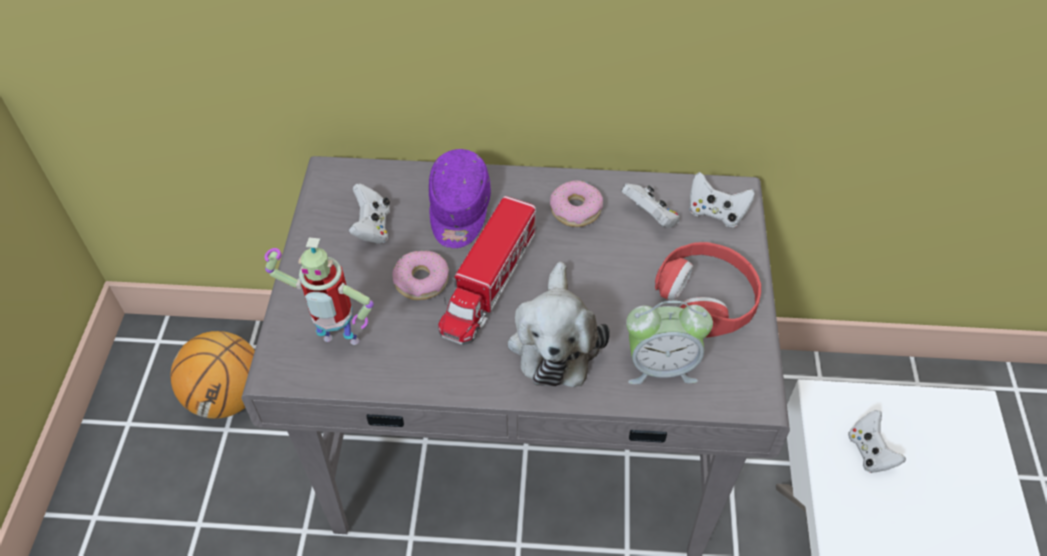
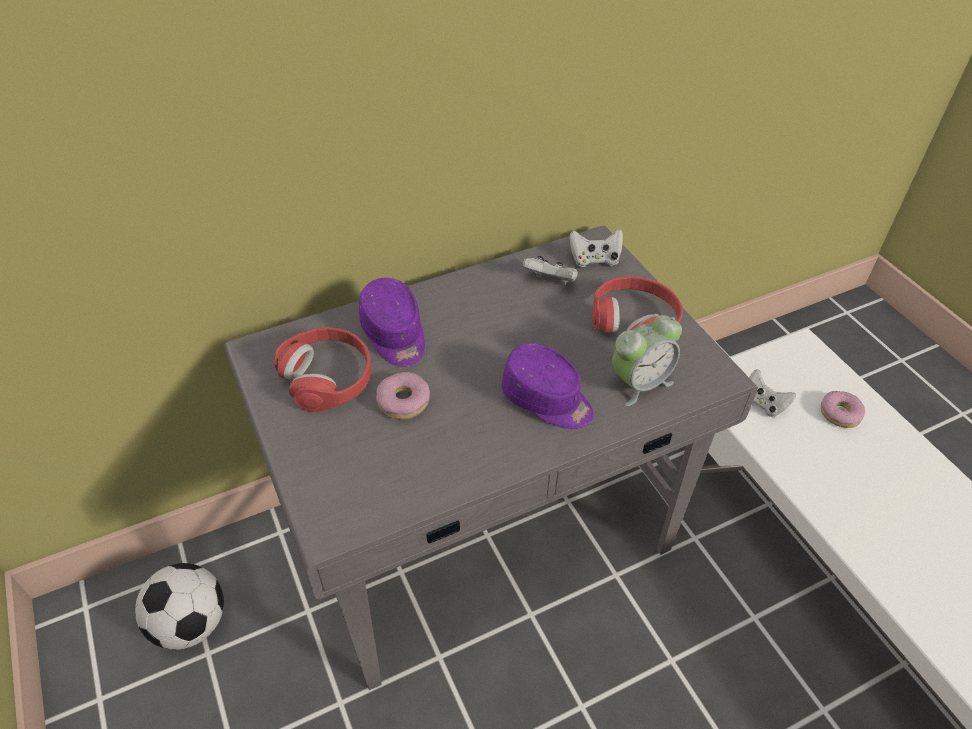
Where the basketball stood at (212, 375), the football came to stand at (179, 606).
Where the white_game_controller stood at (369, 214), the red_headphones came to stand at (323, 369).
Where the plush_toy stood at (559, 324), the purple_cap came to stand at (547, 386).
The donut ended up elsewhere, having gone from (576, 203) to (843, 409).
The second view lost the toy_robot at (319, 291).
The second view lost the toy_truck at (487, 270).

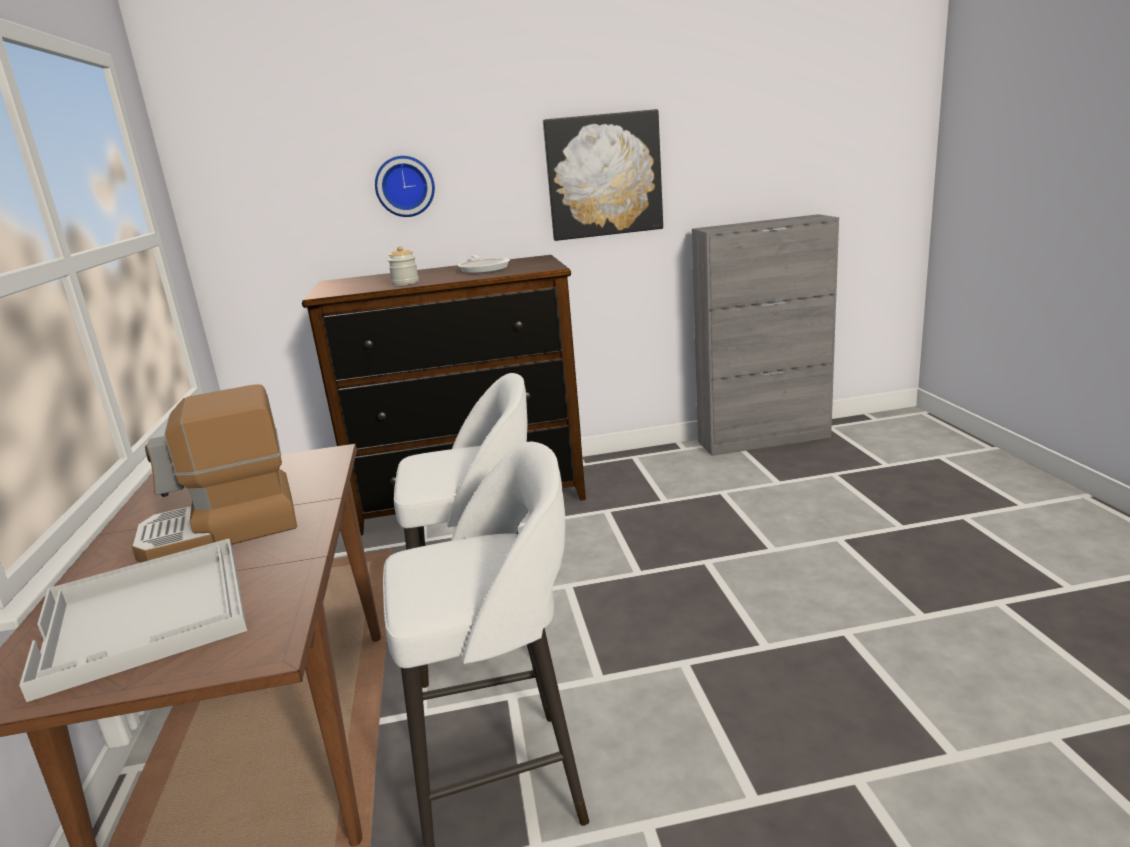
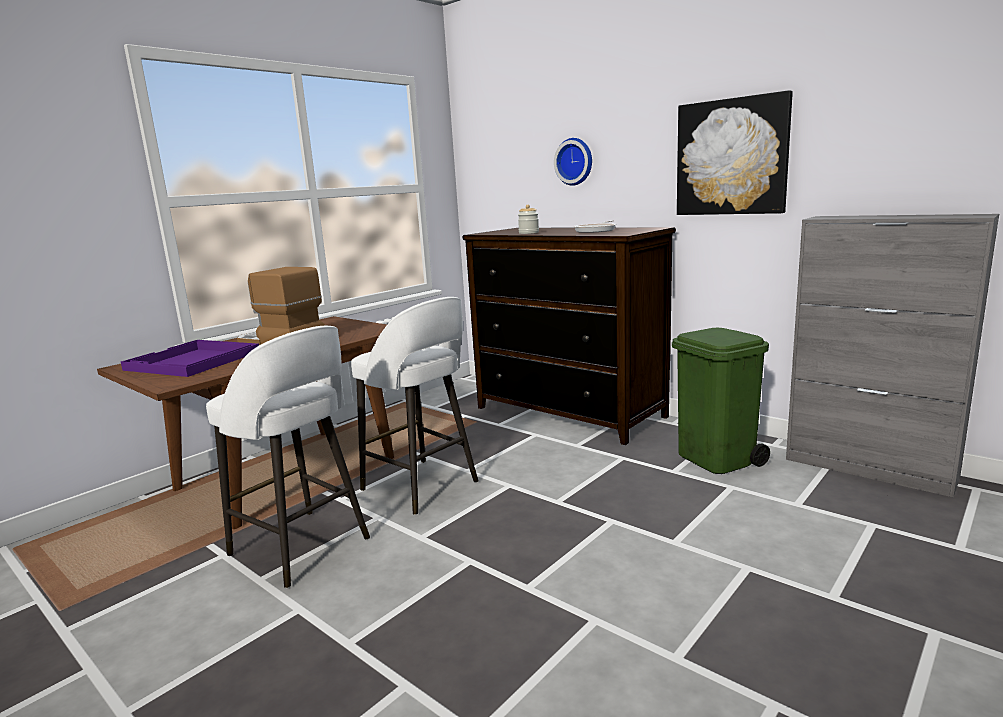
What was the white_tray at (133, 620) turned into the purple_tray at (190, 358).
The second view gained the green_trash_can at (721, 401).

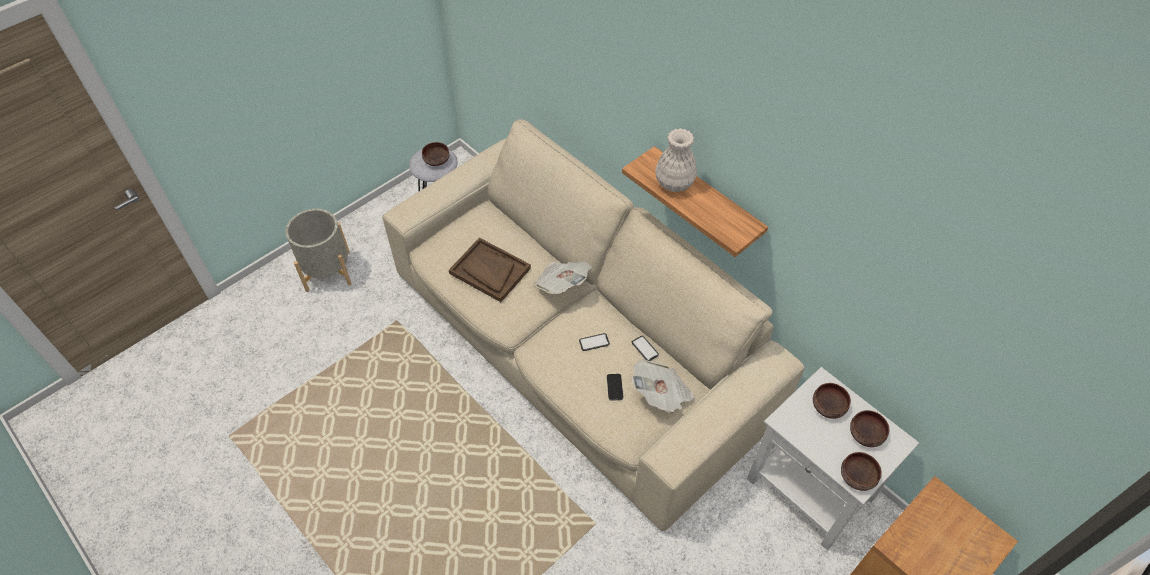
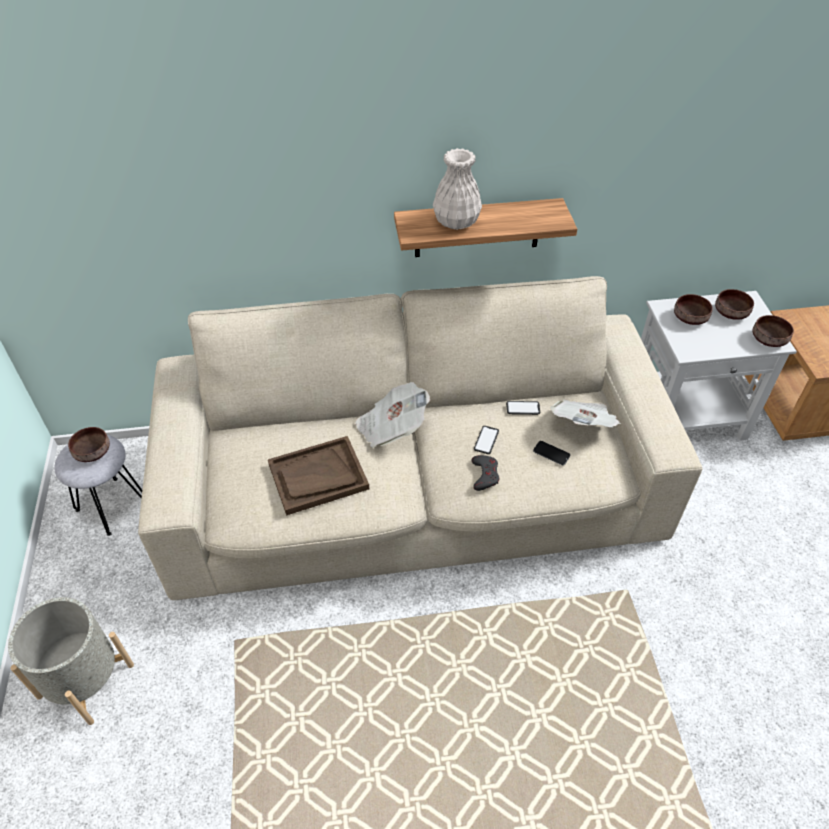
The second view gained the grey_game_controller at (485, 473).

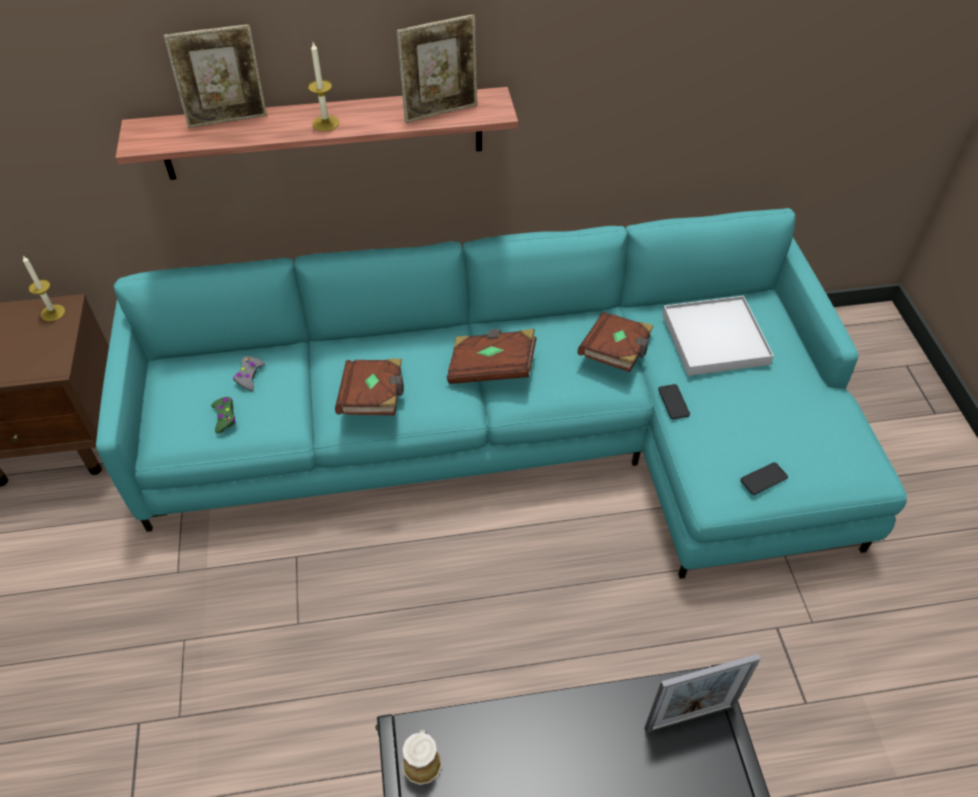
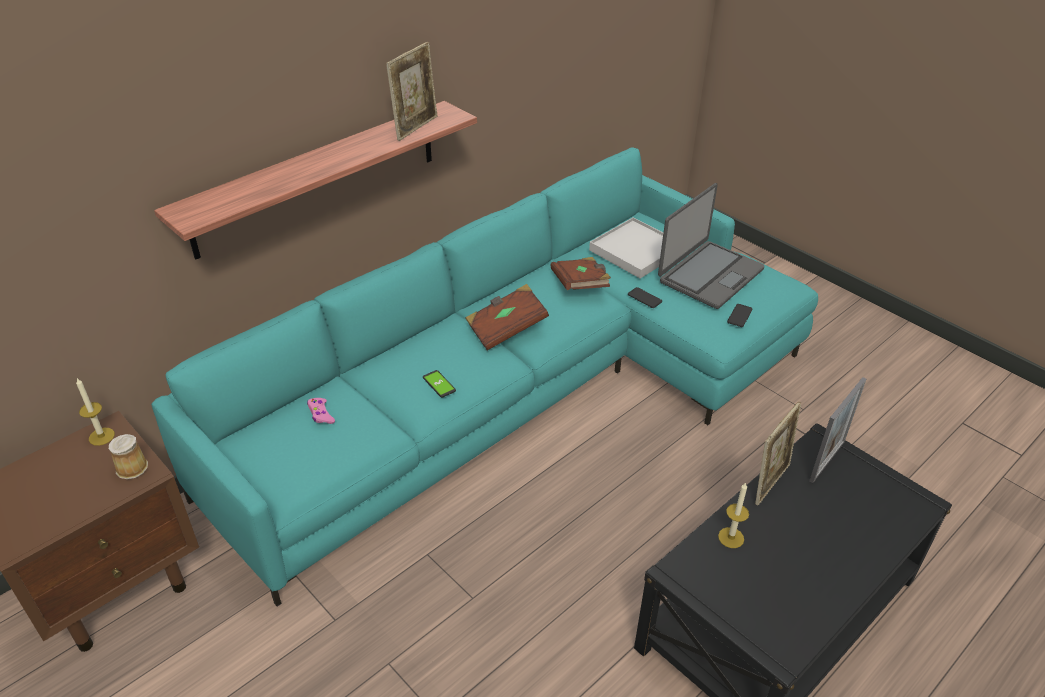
The mug ended up elsewhere, having gone from (422, 757) to (128, 456).
What was the grey_game_controller at (249, 373) turned into the pink_game_controller at (321, 411).
Where the brown_book stood at (369, 387), the phone came to stand at (439, 384).
The second view gained the laptop at (711, 246).
The candle ended up elsewhere, having gone from (323, 86) to (733, 515).
The picture_frame ended up elsewhere, having gone from (215, 76) to (778, 453).
The second view lost the green_game_controller at (223, 415).

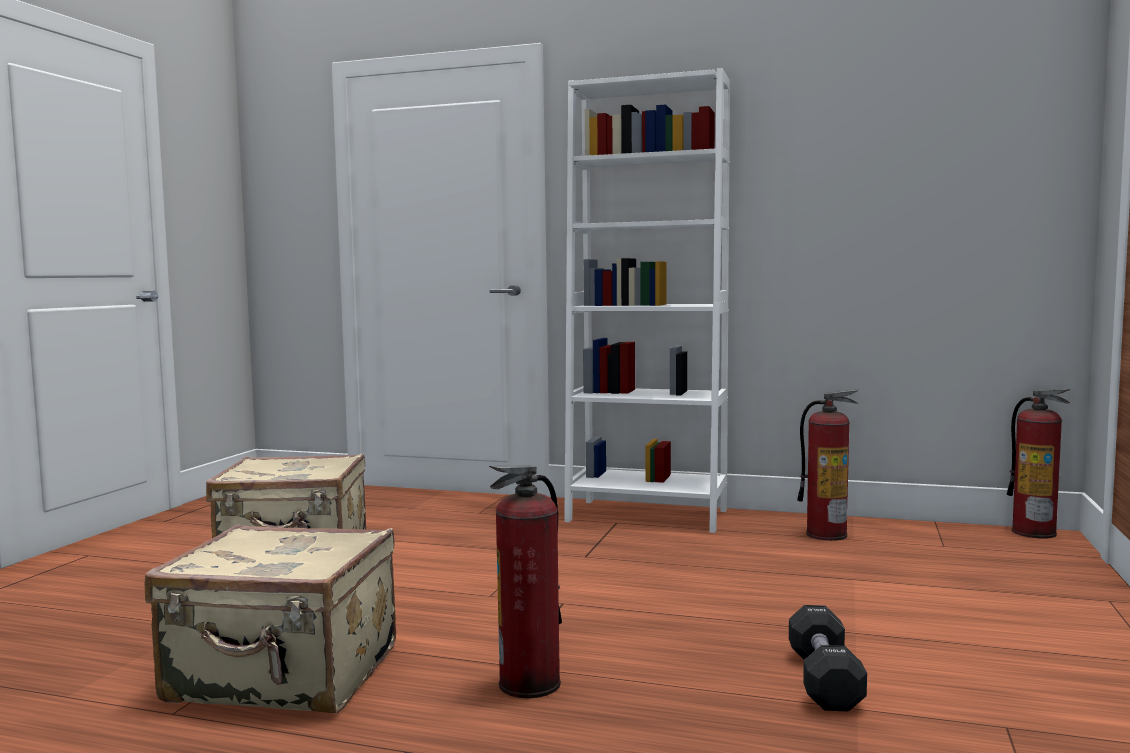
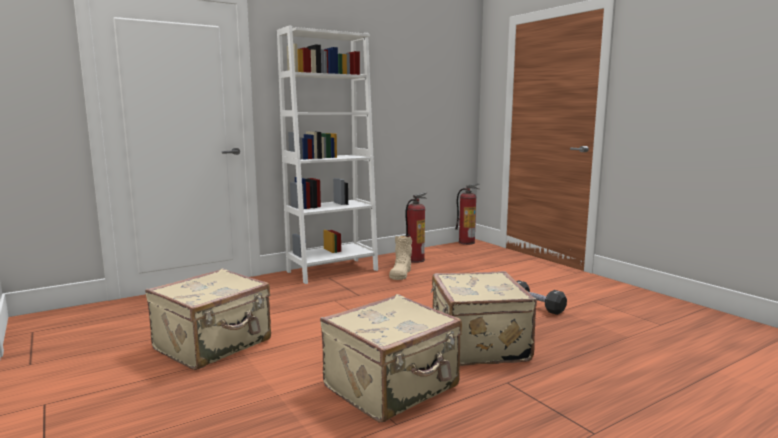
The second view gained the beige_boot at (400, 258).
Where the fire_extinguisher stood at (525, 581), the beige_suitcase came to stand at (484, 318).

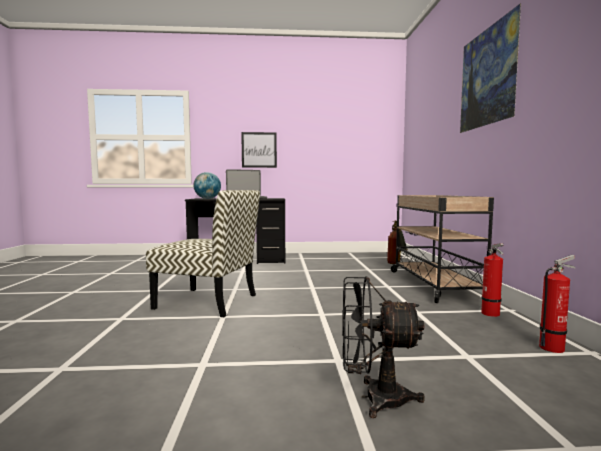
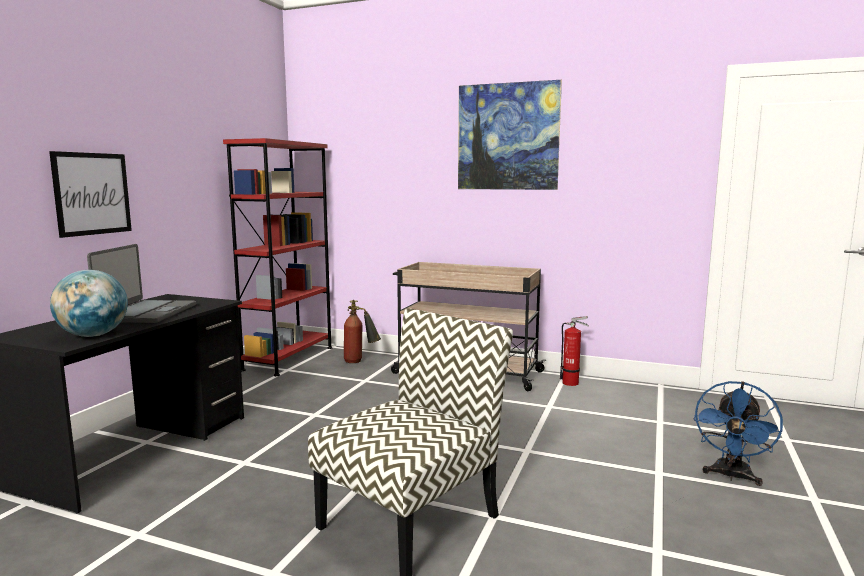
The second view gained the red_bookcase at (277, 257).
What was the black_fan at (383, 347) turned into the blue_fan at (738, 433).
The second view lost the fire_extinguisher at (557, 304).

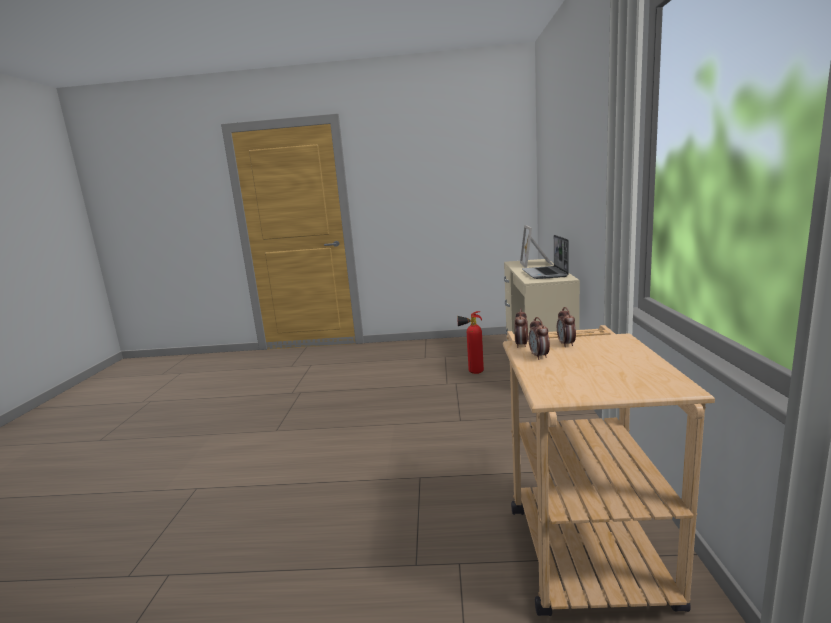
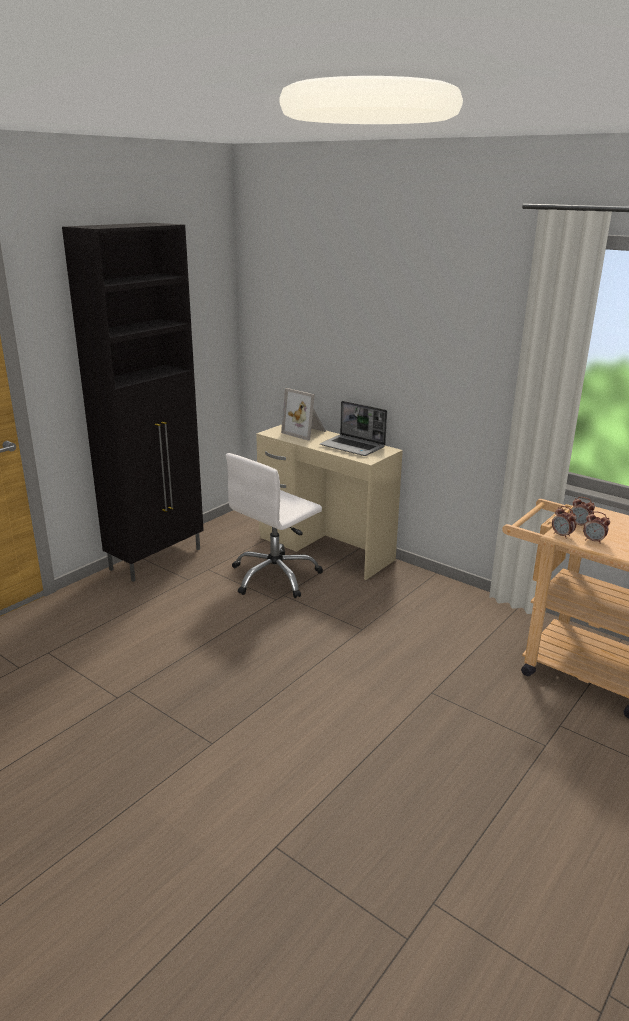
The second view gained the black_cabinet at (133, 402).
Where the fire_extinguisher stood at (470, 342), the white_office_chair came to stand at (274, 525).

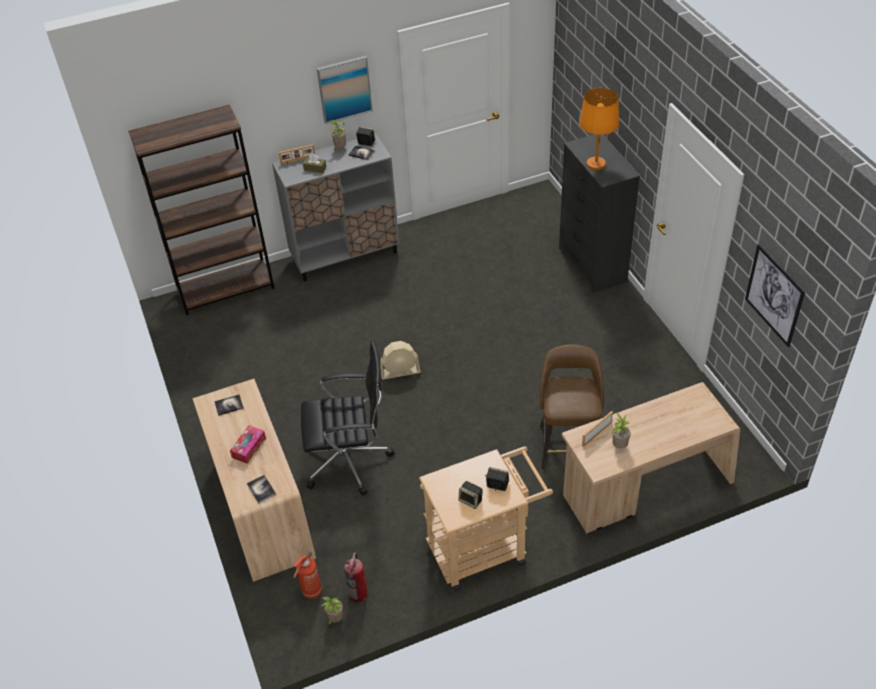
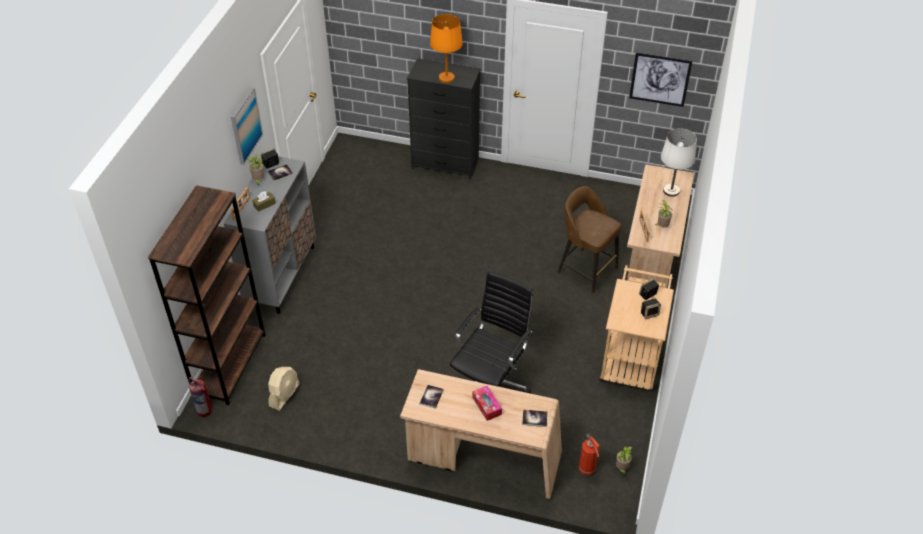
The fire_extinguisher ended up elsewhere, having gone from (355, 577) to (200, 397).
The beige_fan ended up elsewhere, having gone from (400, 360) to (284, 389).
The second view gained the white_table_lamp at (679, 162).

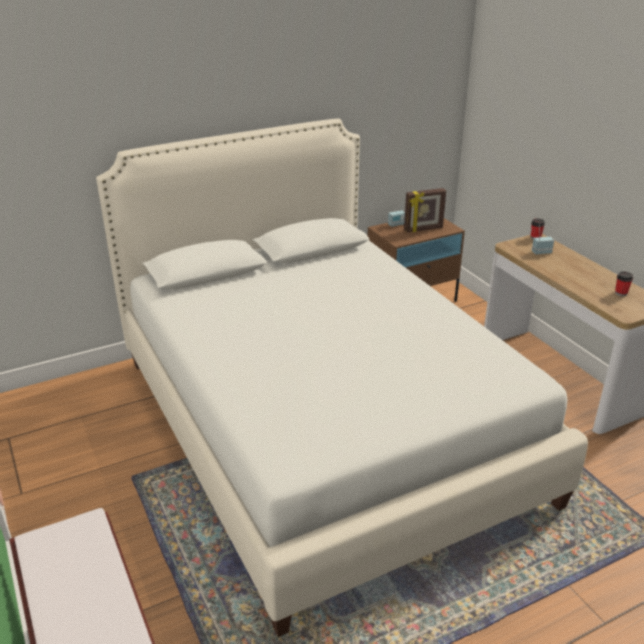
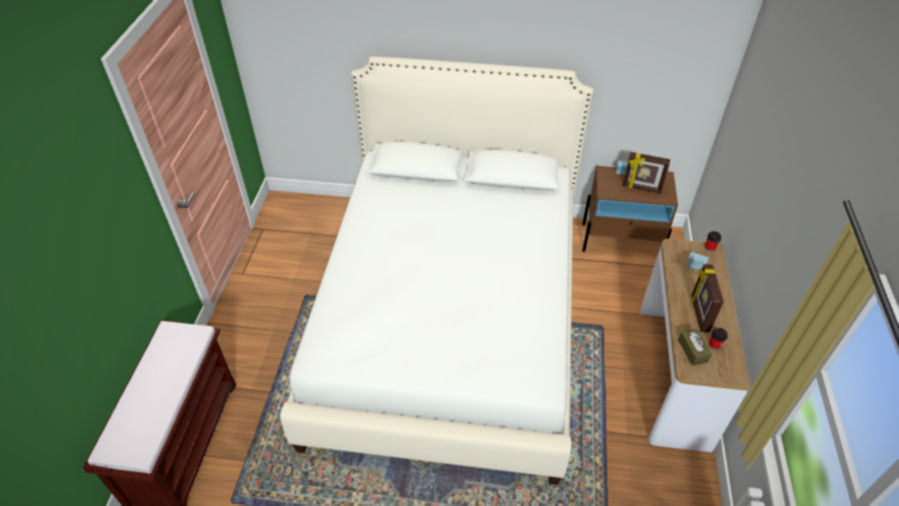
The second view gained the brown_tissue_box at (695, 347).
The second view gained the picture_frame at (707, 298).

